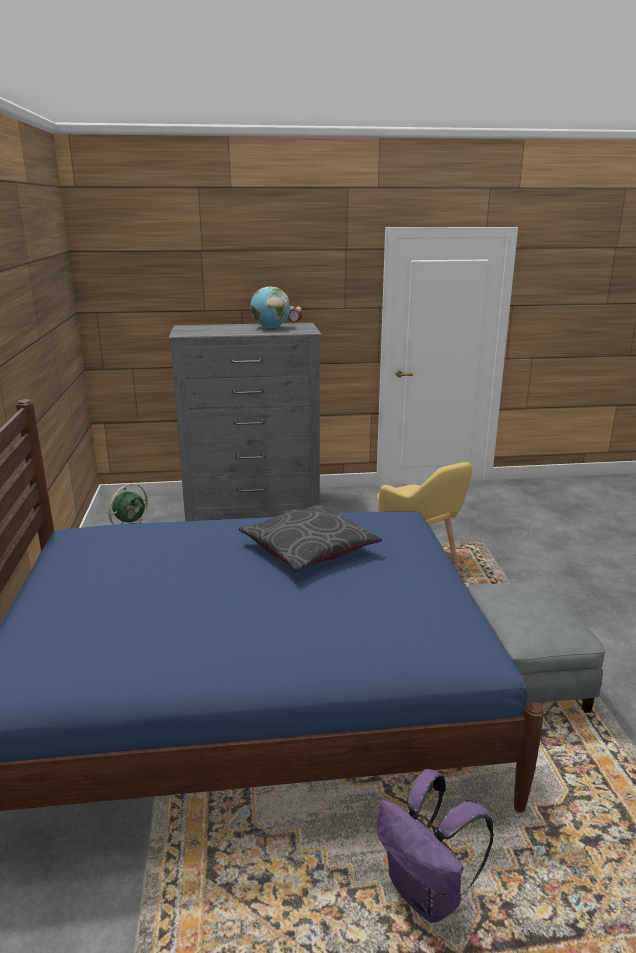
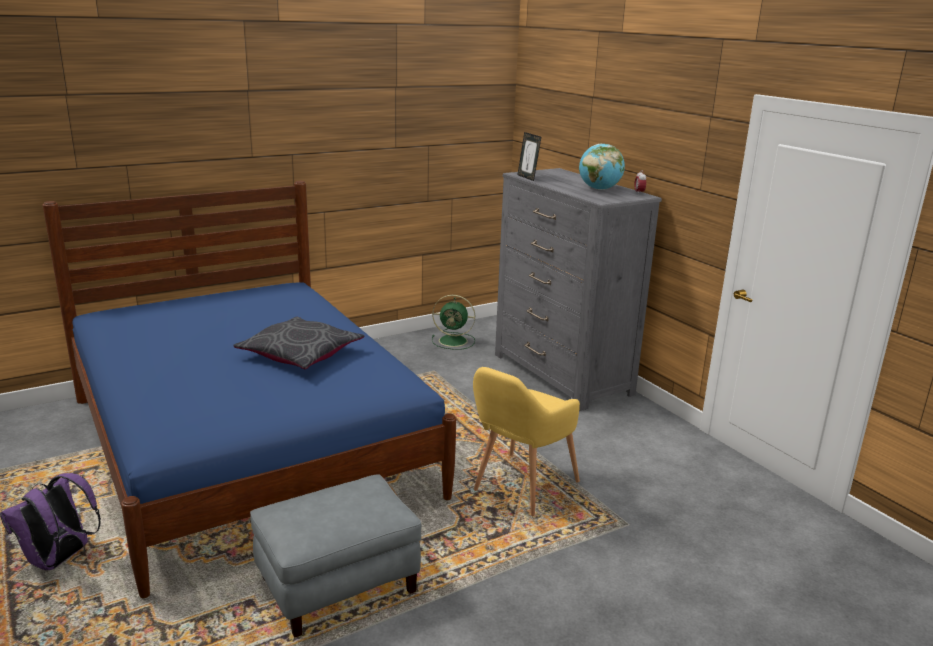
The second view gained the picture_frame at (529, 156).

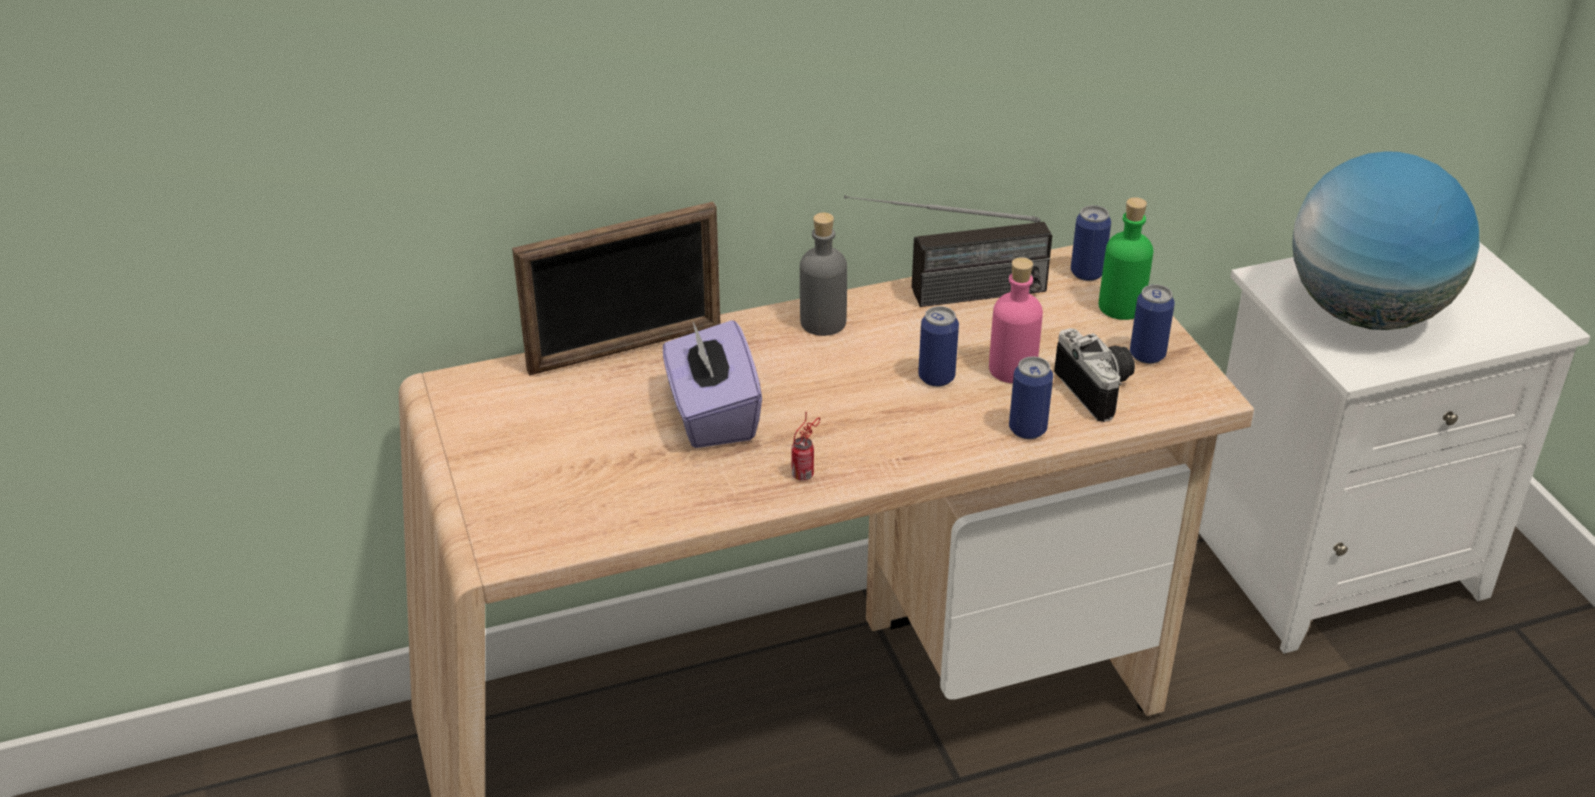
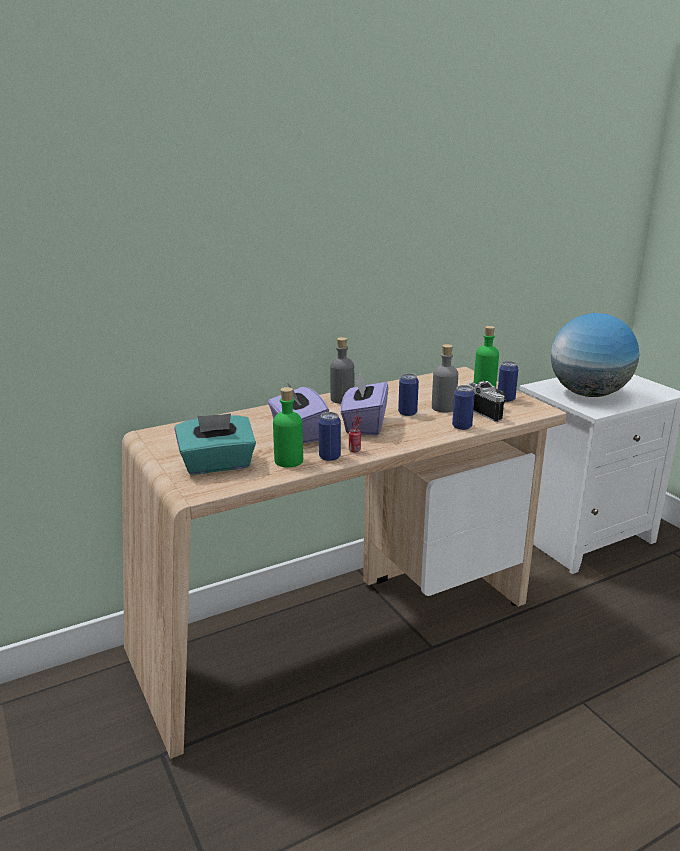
The second view gained the turquoise_tissue_box at (215, 444).
The second view gained the green_bottle at (288, 427).
The can ended up elsewhere, having gone from (1091, 243) to (330, 436).
The second view gained the purple_tissue_box at (364, 403).
What was the pink_bottle at (1016, 320) turned into the grey_bottle at (445, 378).
The second view lost the picture_frame at (616, 289).
The second view lost the radio at (948, 251).

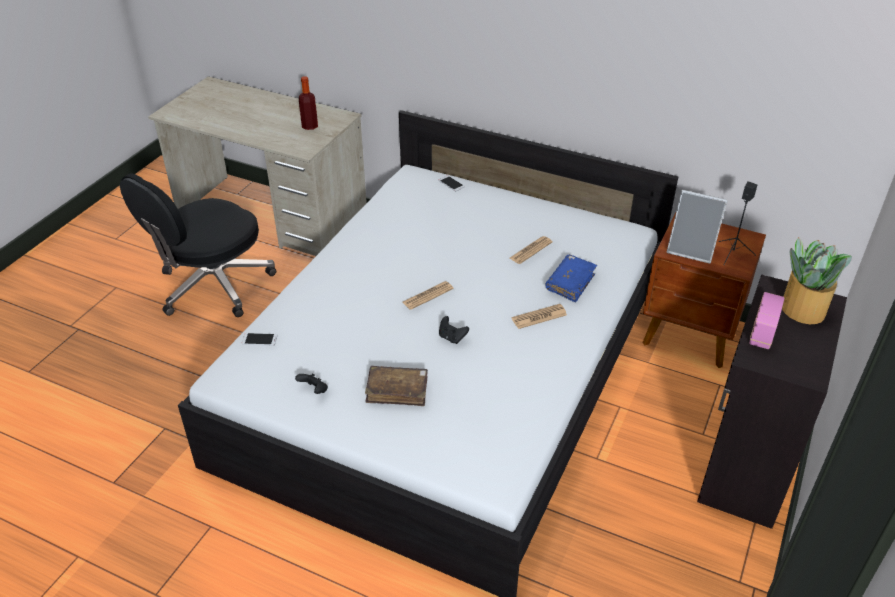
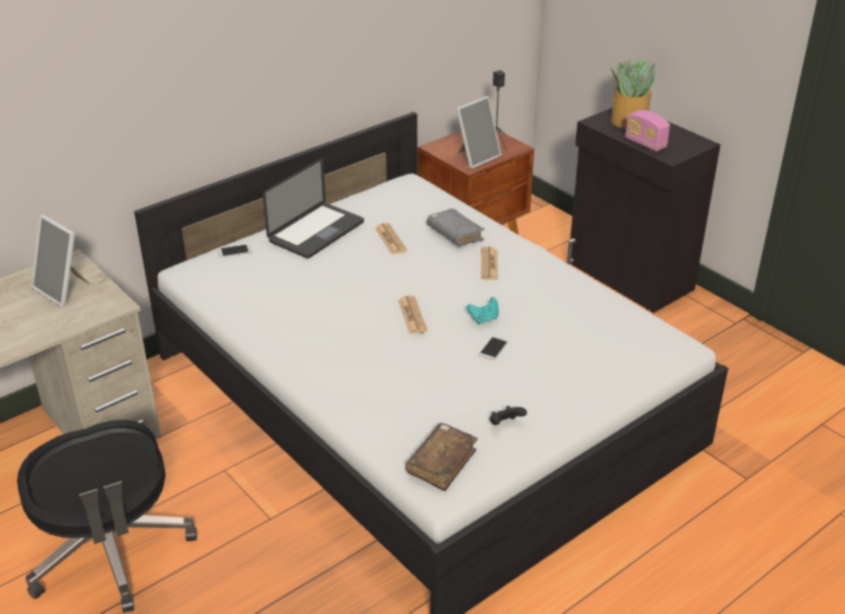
Where the bottle stood at (308, 103), the picture_frame came to stand at (60, 261).
The second view gained the laptop at (313, 208).
The brown_book ended up elsewhere, having gone from (396, 386) to (441, 457).
What was the blue_book at (571, 278) turned into the grey_book at (456, 227).
What was the black_game_controller at (454, 330) turned into the turquoise_game_controller at (483, 310).
The phone ended up elsewhere, having gone from (259, 339) to (494, 348).

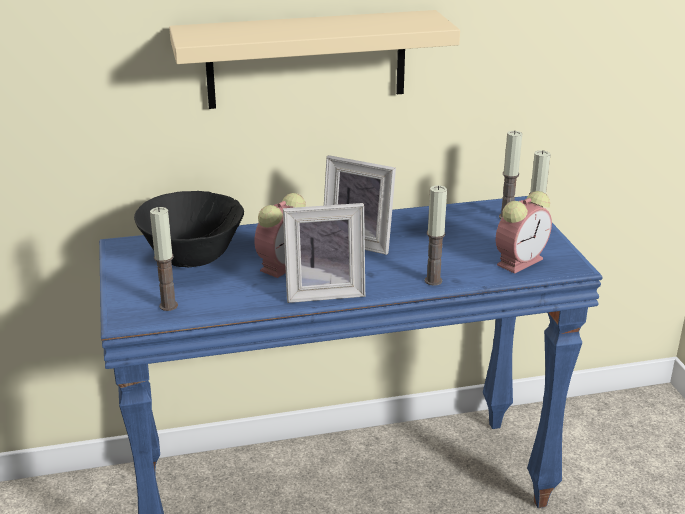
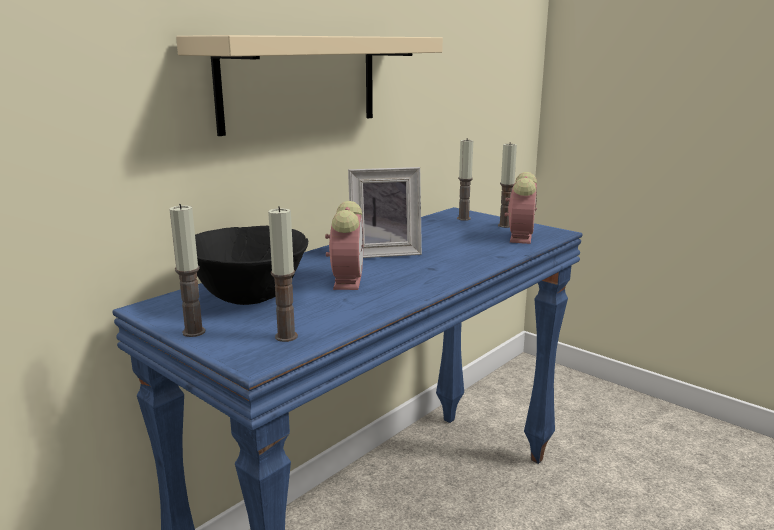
The candle ended up elsewhere, having gone from (436, 235) to (187, 270).
The second view lost the picture_frame at (324, 253).

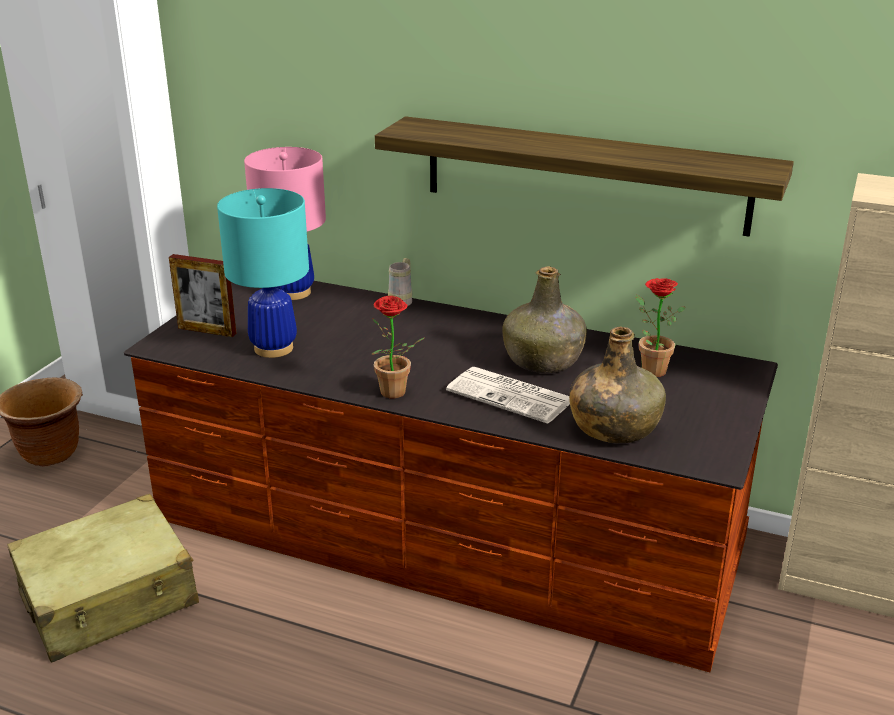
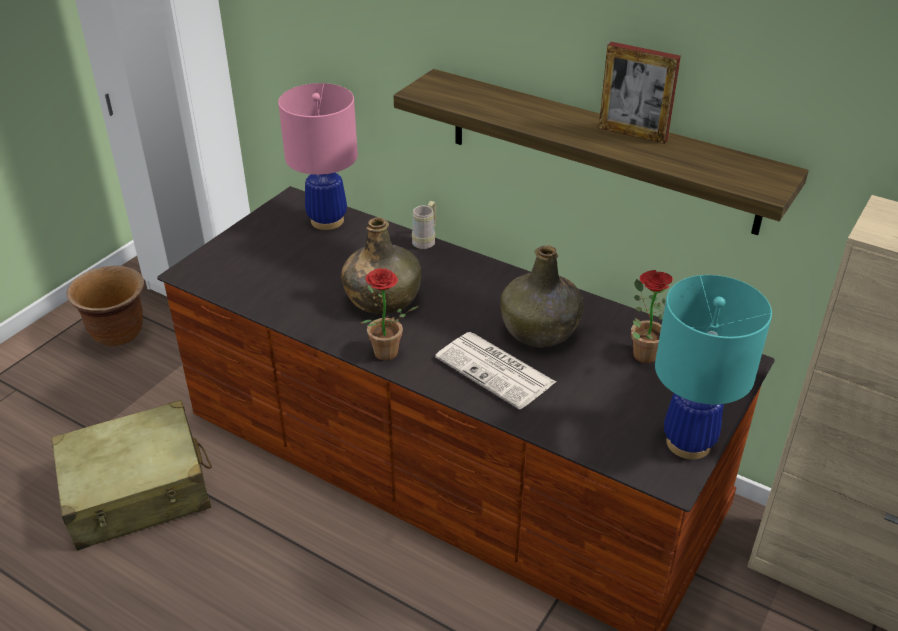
The green_bottle ended up elsewhere, having gone from (617, 384) to (381, 265).
The picture_frame ended up elsewhere, having gone from (203, 295) to (640, 93).
The turquoise_table_lamp ended up elsewhere, having gone from (263, 273) to (713, 367).

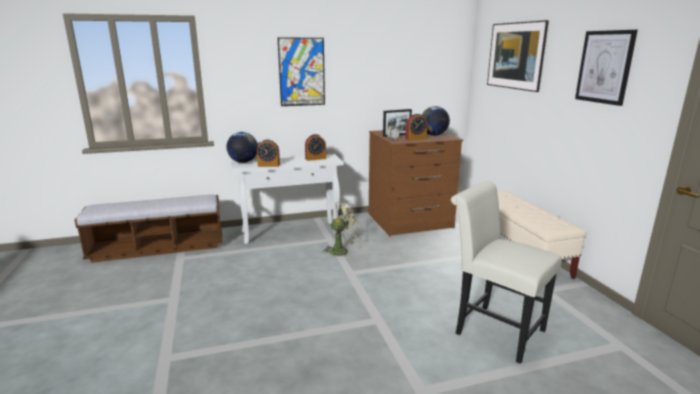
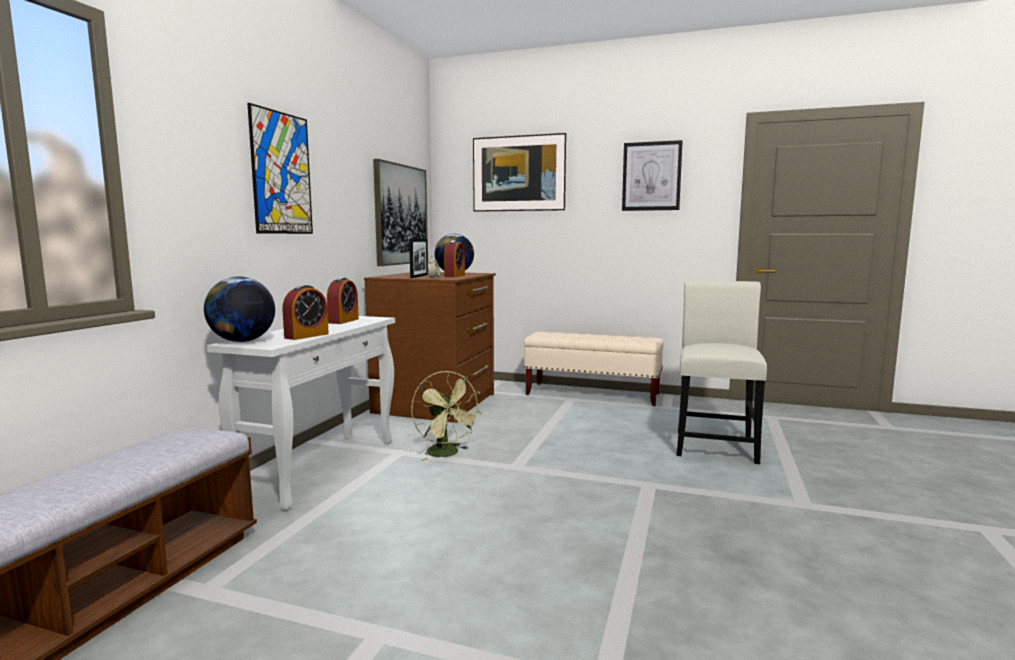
The second view gained the picture at (400, 212).
The green_fan at (341, 229) ended up facing another way, 135 degrees clockwise from before.
The white_chair at (506, 272) ended up facing another way, 120 degrees clockwise from before.

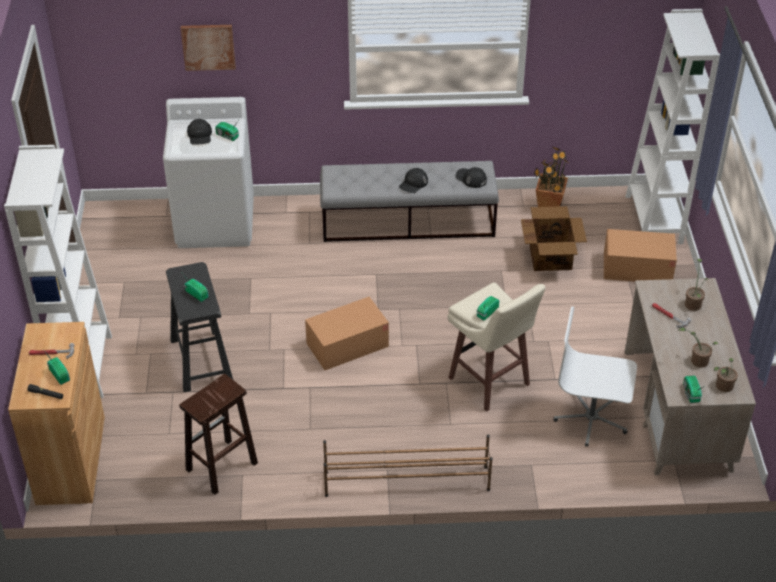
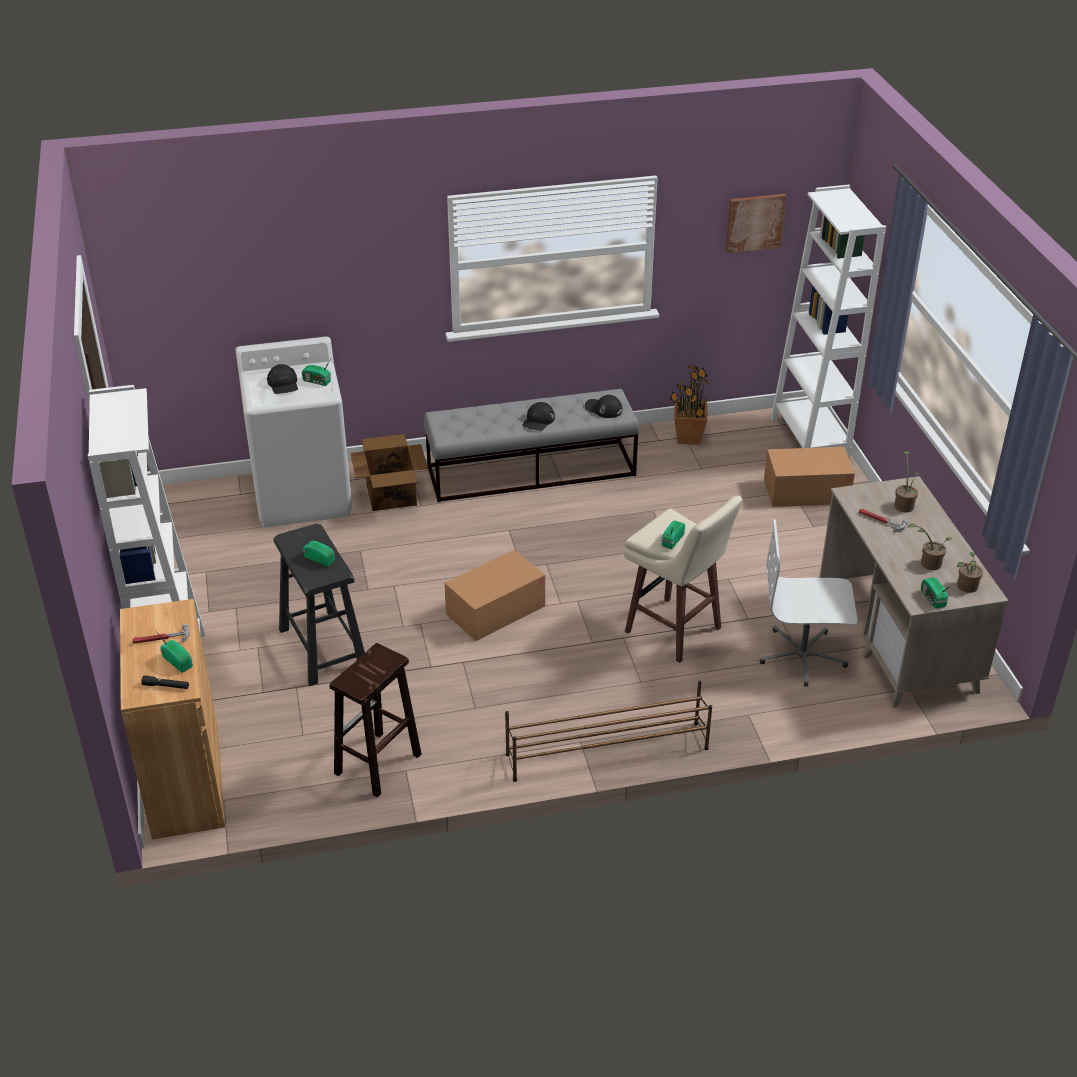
The cardboard_box ended up elsewhere, having gone from (554, 238) to (389, 472).
The picture ended up elsewhere, having gone from (208, 48) to (756, 224).

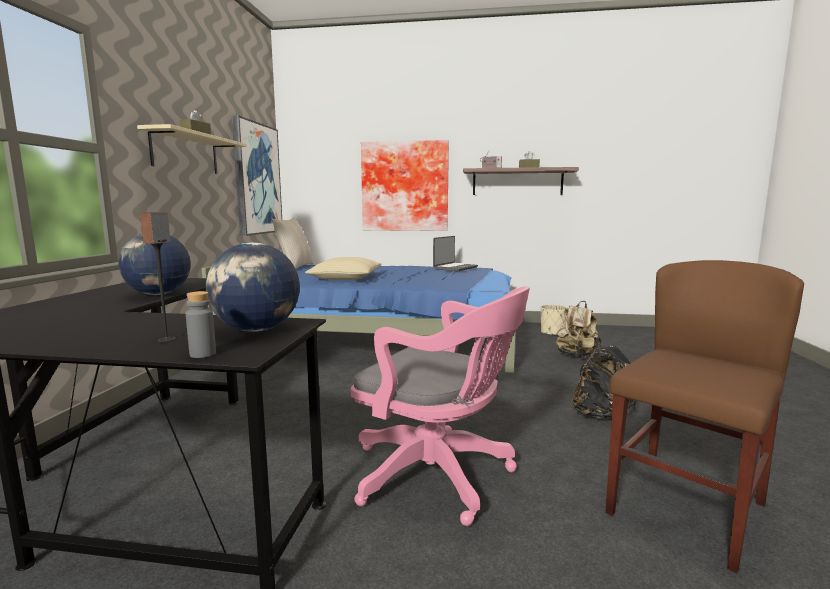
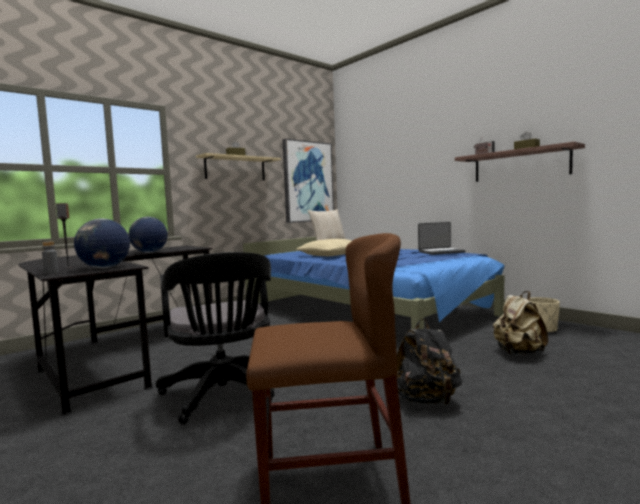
What was the pink_office_chair at (440, 406) turned into the black_office_chair at (215, 338).
The second view lost the picture at (405, 185).

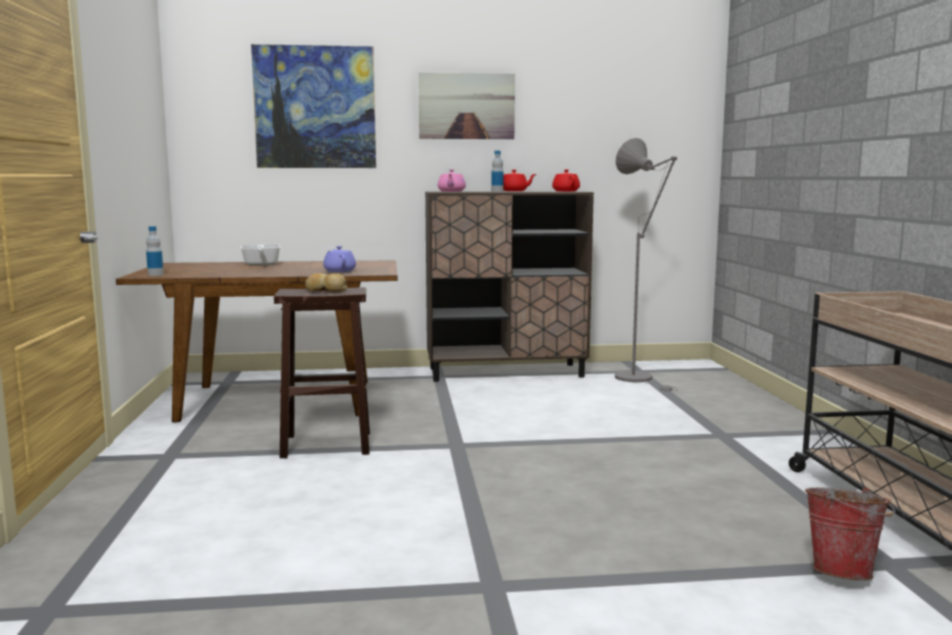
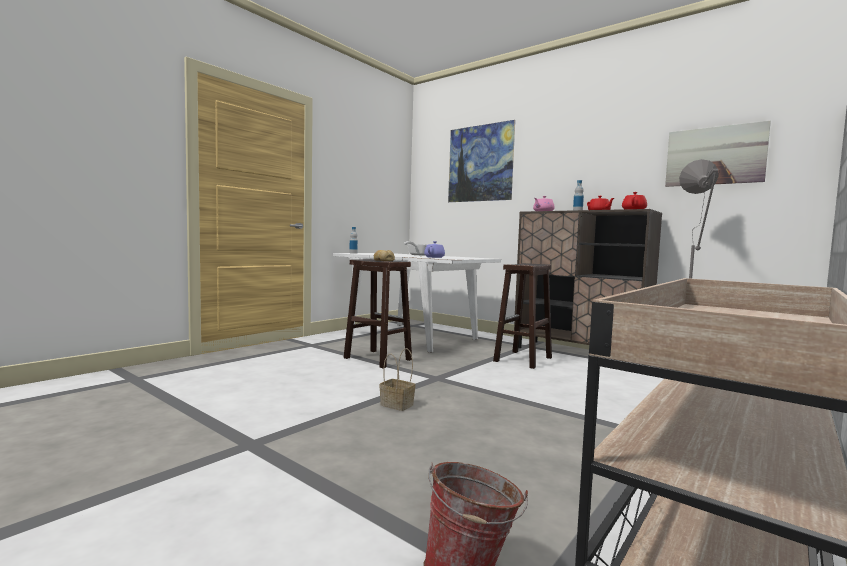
What was the brown_dining_table at (256, 341) turned into the white_dining_table at (416, 303).
The second view gained the basket at (397, 379).
The second view gained the brown_stool at (522, 316).
The picture ended up elsewhere, having gone from (466, 105) to (718, 153).

